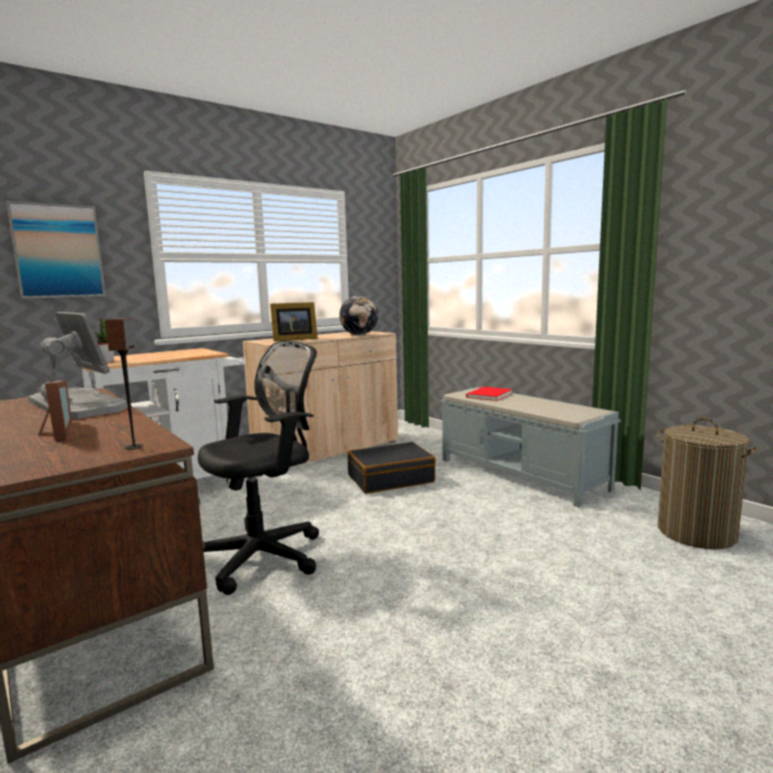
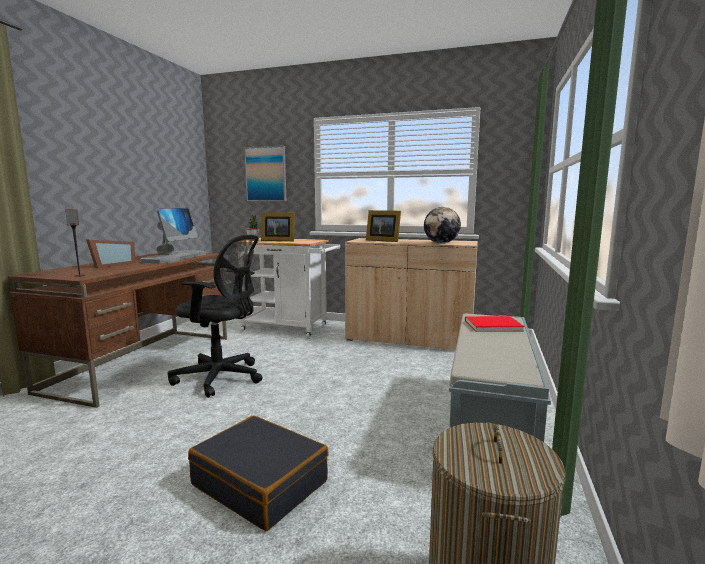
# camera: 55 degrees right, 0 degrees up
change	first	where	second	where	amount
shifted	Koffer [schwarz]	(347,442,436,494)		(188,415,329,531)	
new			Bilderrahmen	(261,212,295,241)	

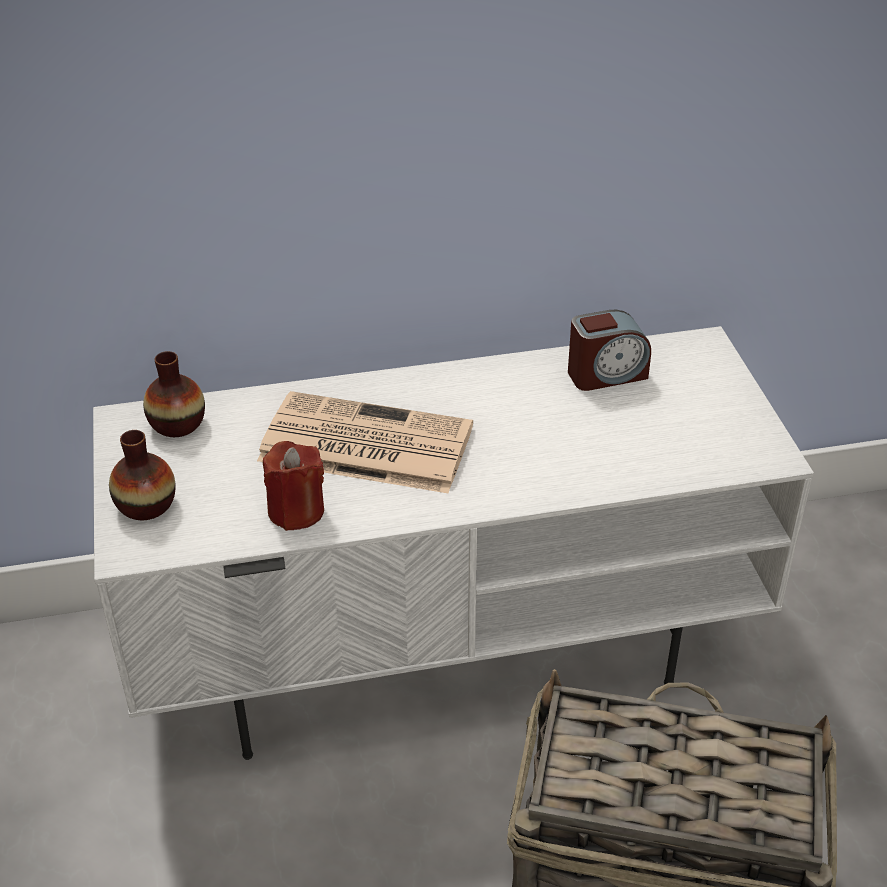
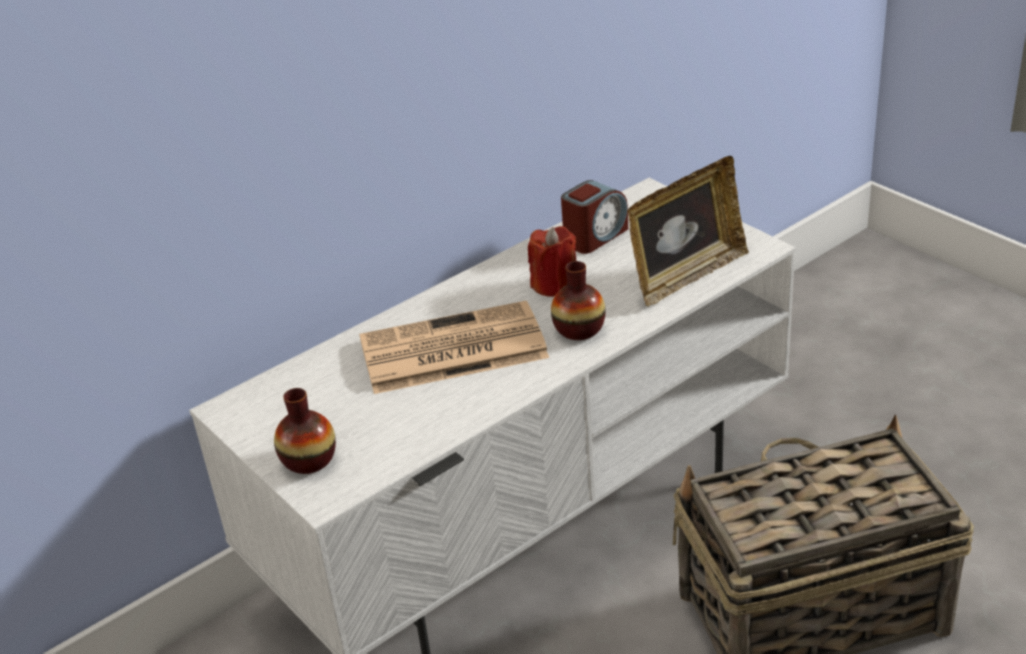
# camera: 25 degrees left, 5 degrees down
change	first	where	second	where	amount
shifted	Vase	(143,351,205,437)		(551,261,606,340)	
shifted	Kerze [rot]	(263,441,324,531)		(528,226,576,297)	
new			Bilderrahmen	(627,156,749,307)	

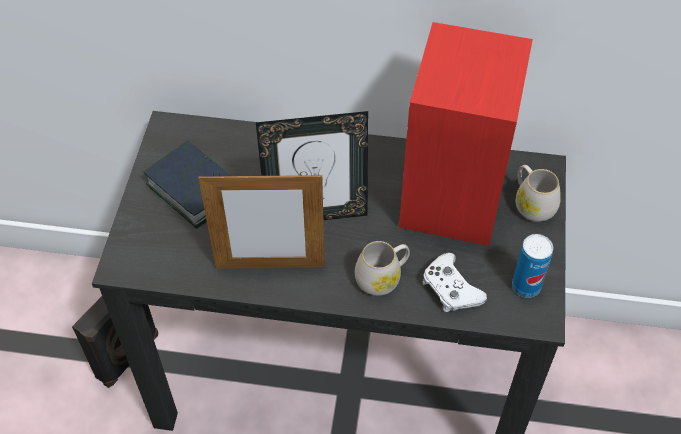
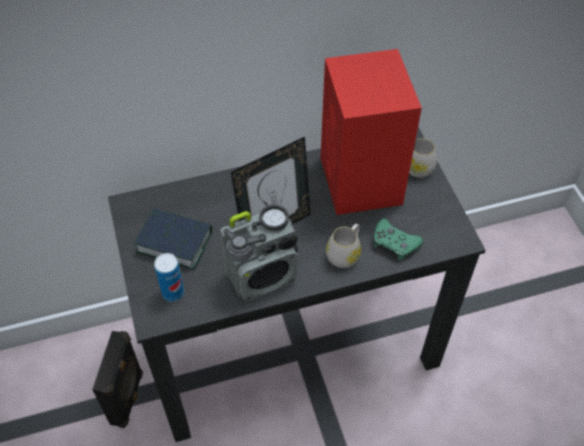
# camera: 25 degrees left, 0 degrees up
change	first	where	second	where	amount
swapped	Bilderrahmen	(198,171,325,268)	Radio	(220,204,298,301)	
repainted	Gamepad [weiß]	(422,253,487,312)	Gamepad [grün]	(374,218,424,260)	
shifted	Dose	(512,234,553,298)		(154,253,184,302)	

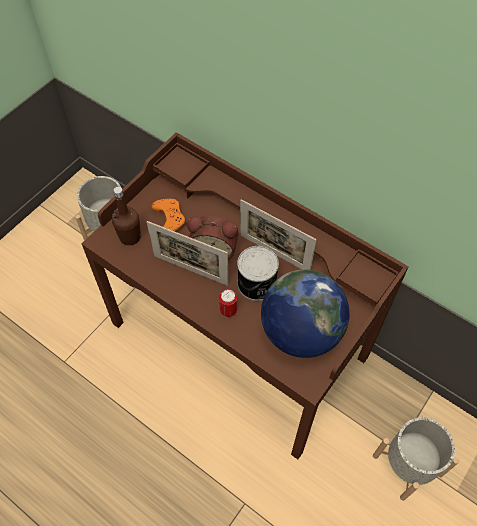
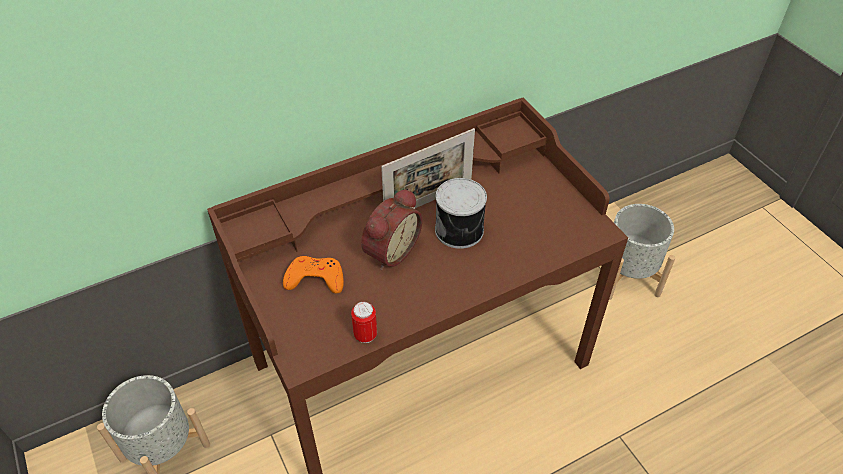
# camera: 65 degrees left, 10 degrees down
change	first	where	second	where	amount
gone	Flasche [braun]	(112,187,141,245)			
gone	Bilderrahmen	(147,221,229,286)			
shifted	Dose	(219,289,237,317)		(351,302,377,343)	
gone	Globus	(261,269,350,358)			

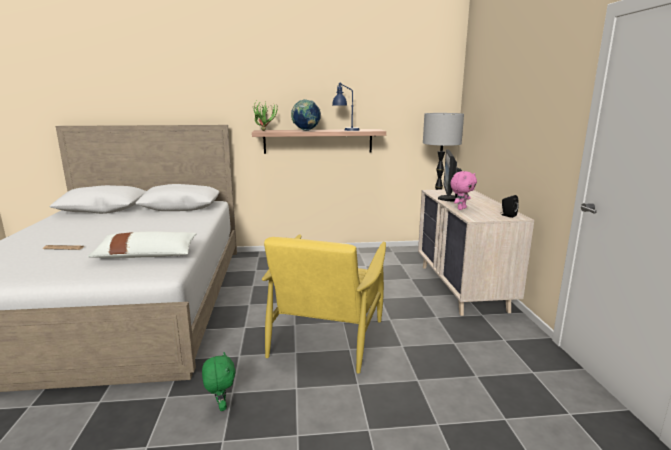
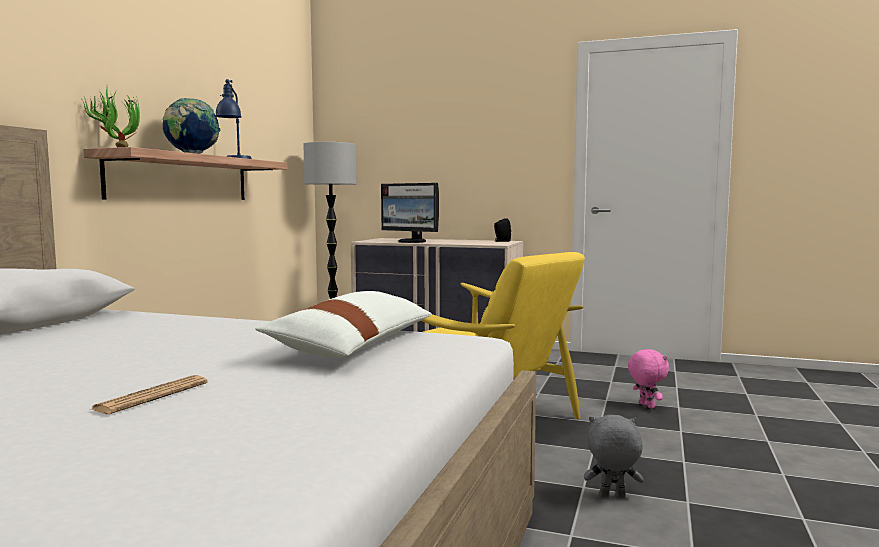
# camera: 65 degrees left, 10 degrees down
change	first	where	second	where	amount
repainted	Plüschtier [grün]	(202,352,235,411)	Plüschtier [grau]	(584,415,644,498)	
shifted	Plüschtier [rosa]	(450,171,477,210)		(628,349,669,408)	

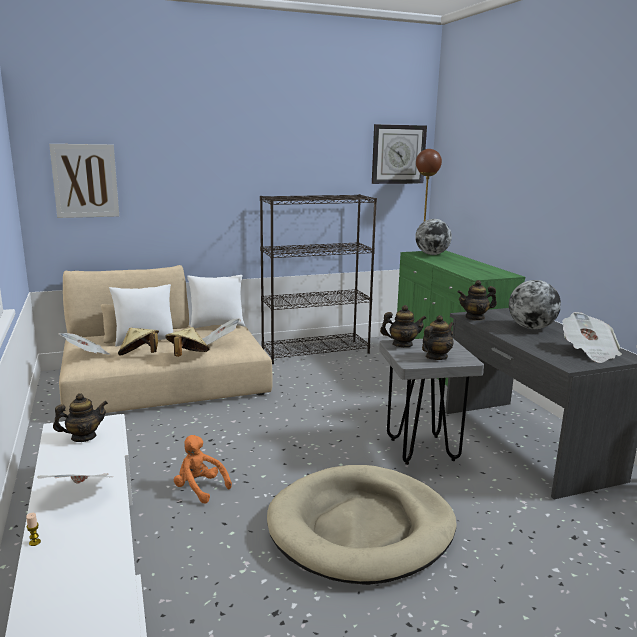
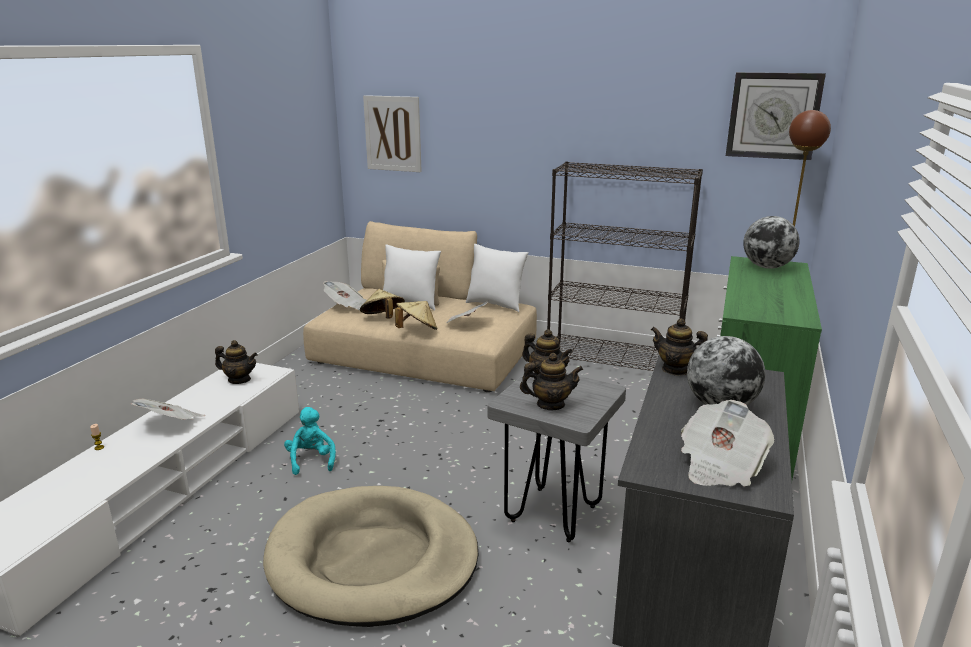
# camera: 40 degrees right, 5 degrees up
change	first	where	second	where	amount
repainted	Plüschtier [orange]	(174,435,232,503)	Plüschtier [türkis]	(284,407,336,475)	

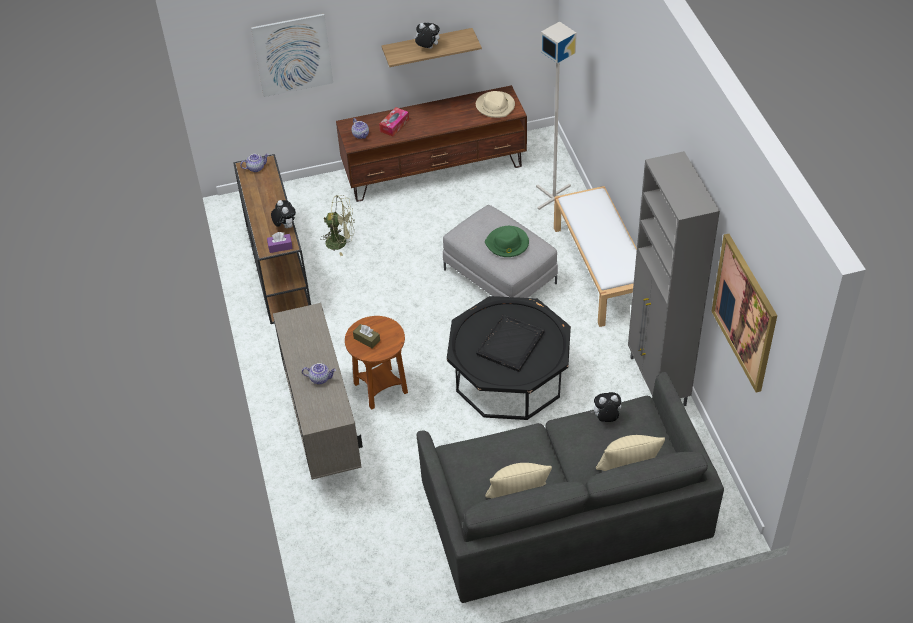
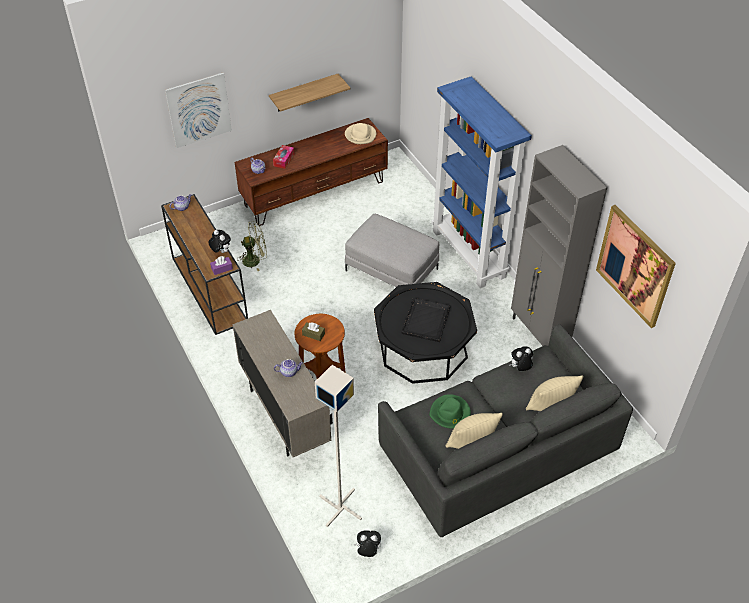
# camera: 15 degrees left, 0 degrees up
change	first	where	second	where	amount
shifted	Plüschtier	(414,23,440,49)		(354,530,381,557)	
shifted	Hut [grün]	(485,226,529,257)		(429,394,471,429)	
shifted	Stehlampe [grau]	(536,21,577,210)		(315,365,362,527)	
swapped	Bank [weiß]	(554,186,637,327)	Bücherregal [blau]	(431,76,532,288)	

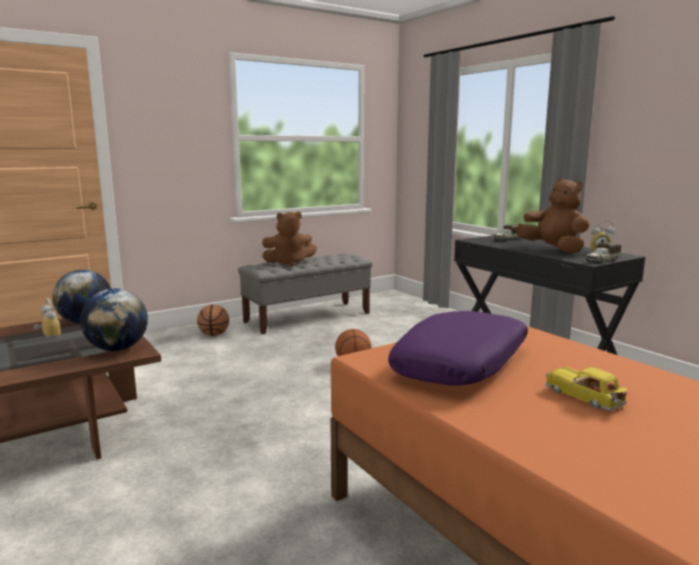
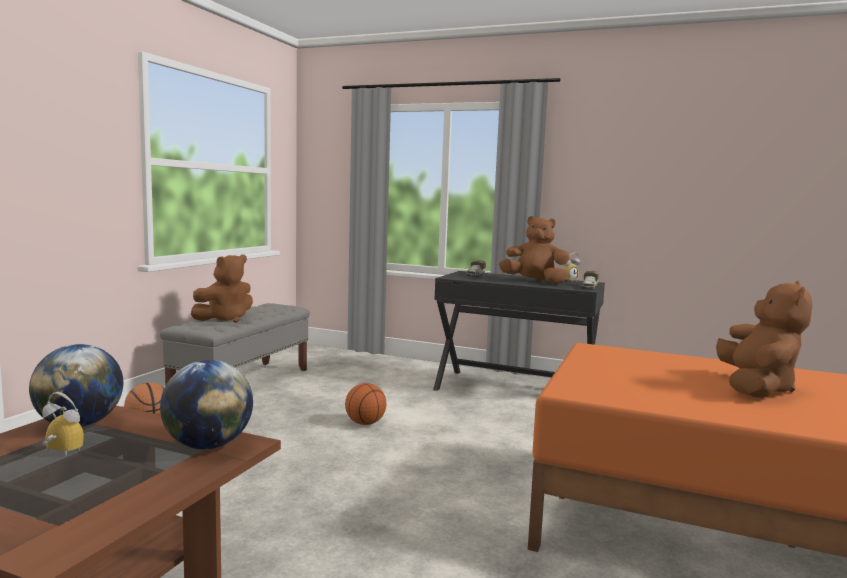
# camera: 35 degrees left, 5 degrees down
change	first	where	second	where	amount
gone	Kissen [lila]	(388,311,528,385)			
swapped	Spielzeugauto	(545,367,628,411)	Plüschtier [braun]	(716,281,812,398)	

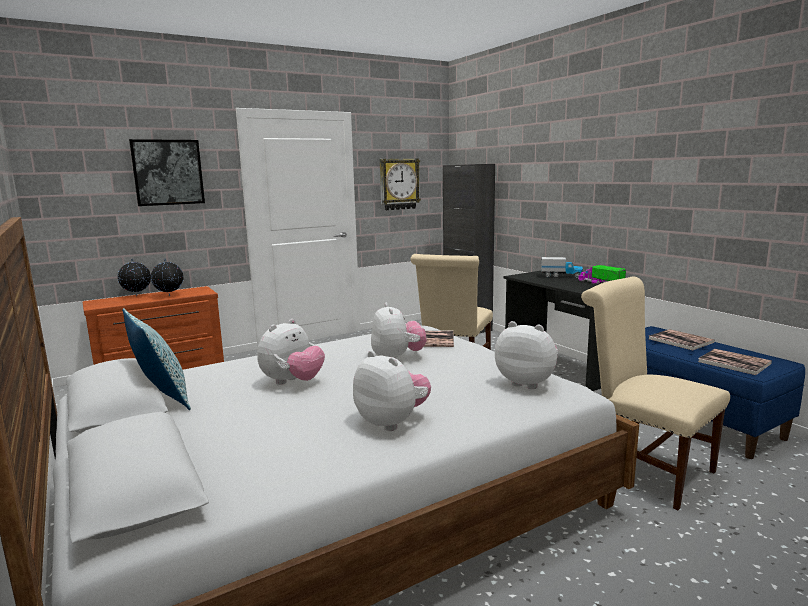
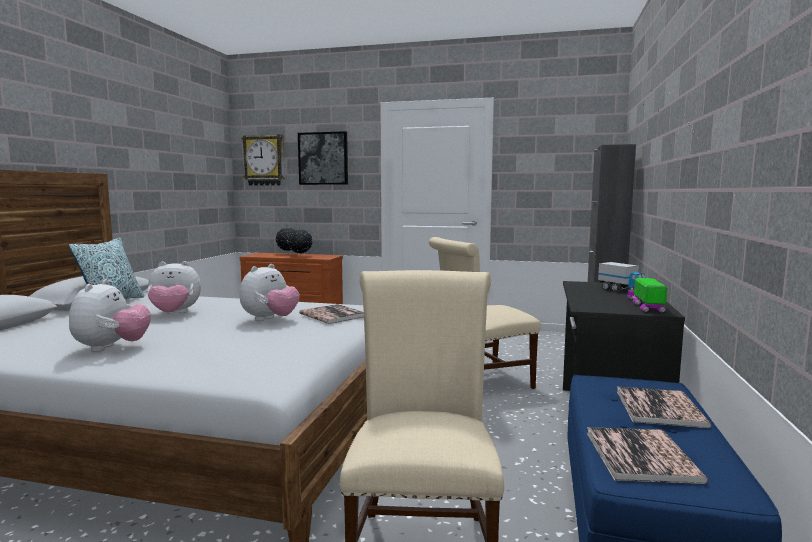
# camera: 45 degrees right, 5 degrees down
change	first	where	second	where	amount
shifted	Wanduhr	(380,158,421,210)		(241,134,285,186)	
gone	Plüschtier	(495,321,558,389)			

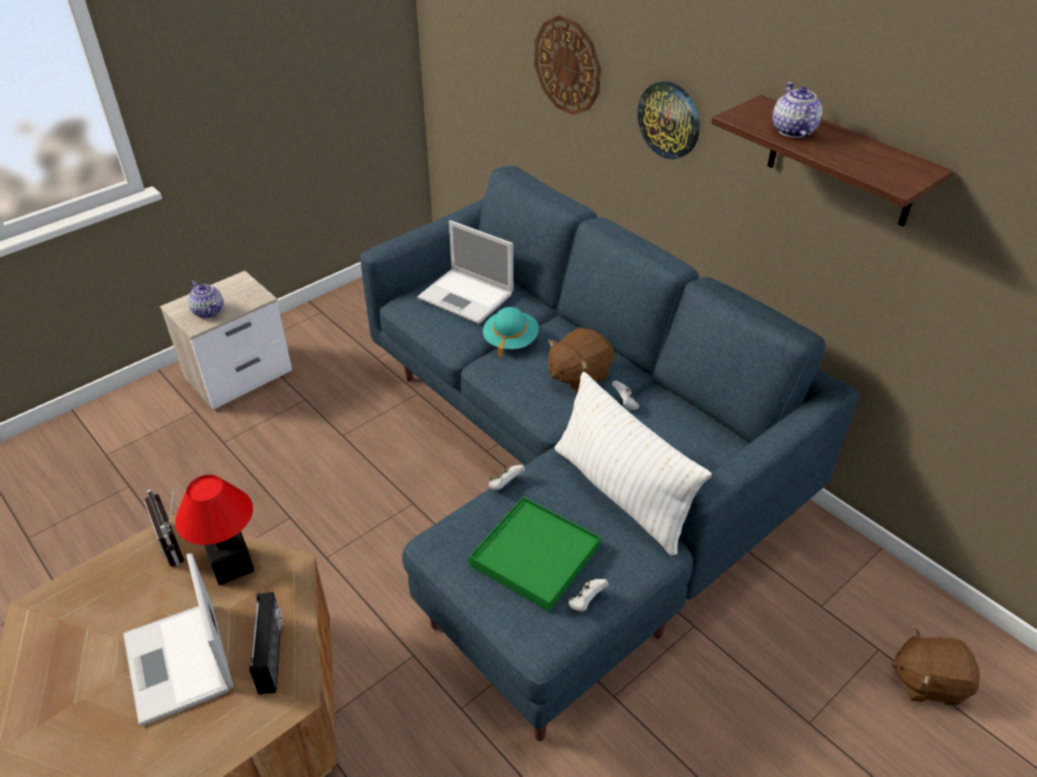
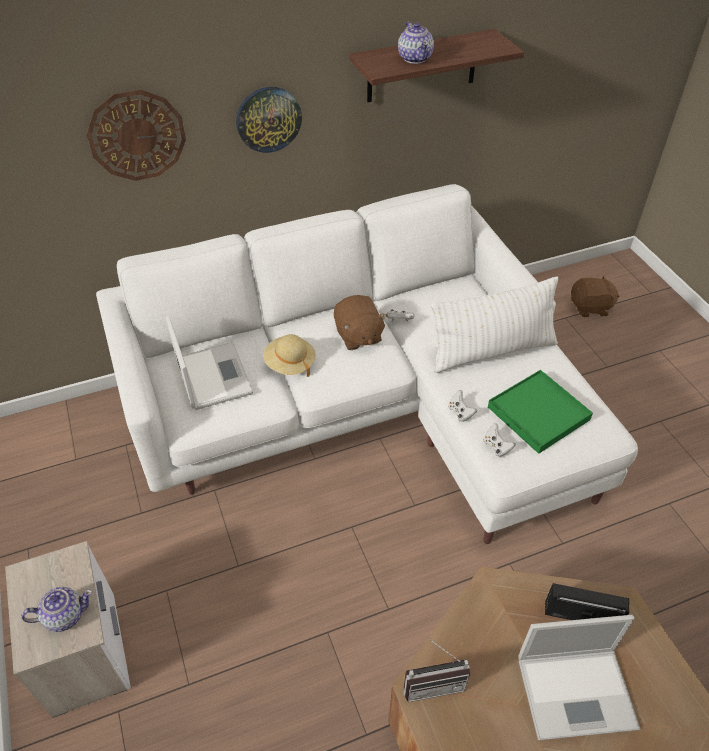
# camera: 70 degrees left, 5 degrees up
change	first	where	second	where	amount
gone	Tischlampe	(175,475,254,585)			
repainted	Sofa [blau]	(360,166,860,741)	Sofa [weiß]	(96,184,638,544)	
rotated	Laptop	(417,220,513,324)		(166,315,253,410)	75 degrees counterclockwise
repainted	Hut [türkis]	(483,307,539,358)	Hut [beige]	(263,334,316,377)	
shifted	Gamepad [weiß]	(569,579,609,611)		(484,423,515,457)	
rotated	Teekanne	(772,82,823,138)		(398,22,434,64)	120 degrees counterclockwise
rotated	Plüschtier [braun]	(891,628,980,706)		(571,275,619,317)	120 degrees counterclockwise

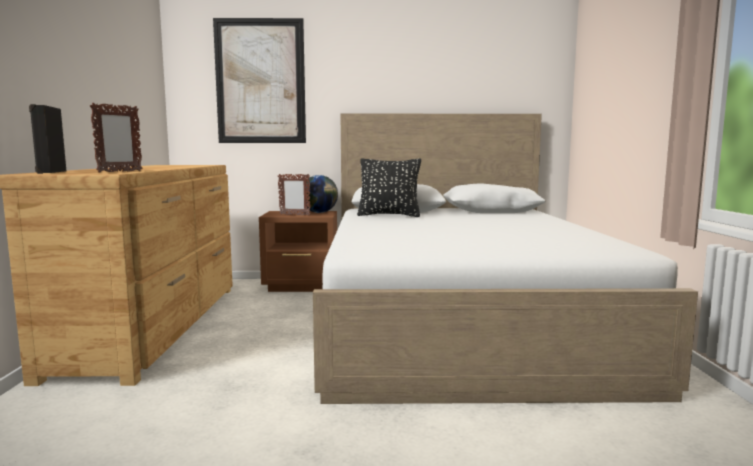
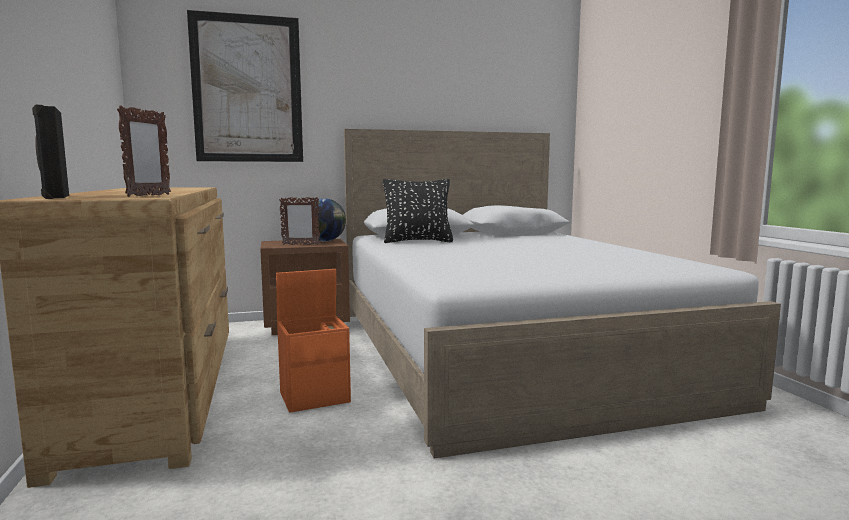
# camera: 15 degrees left, 0 degrees up
change	first	where	second	where	amount
new			Aufbewahrungsbox [orange]	(276,269,351,413)	

